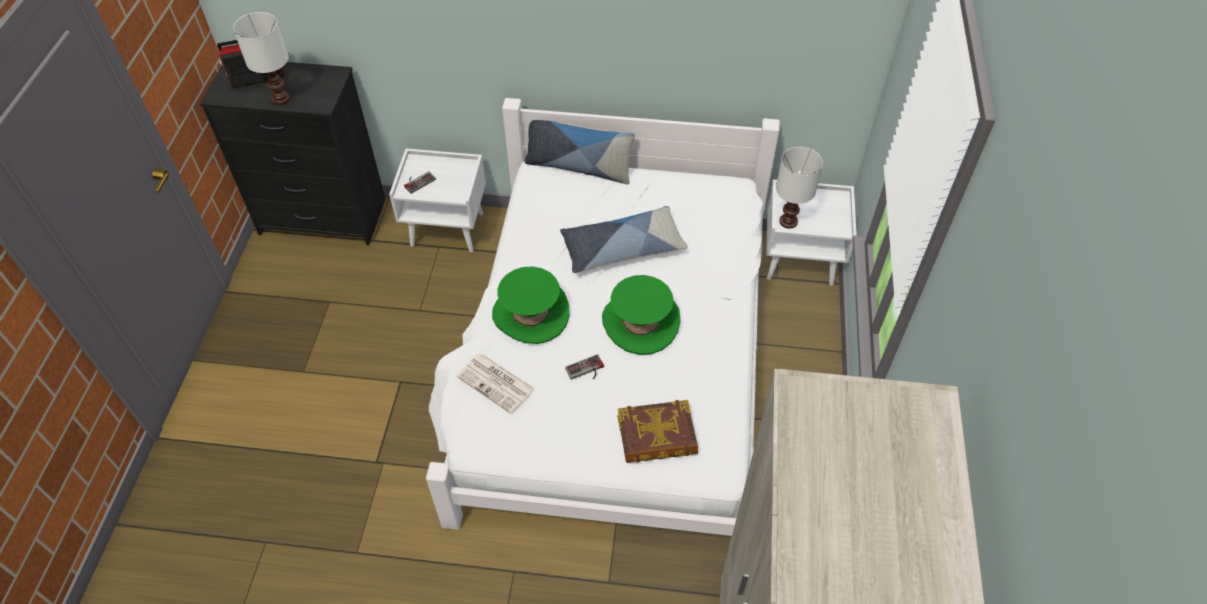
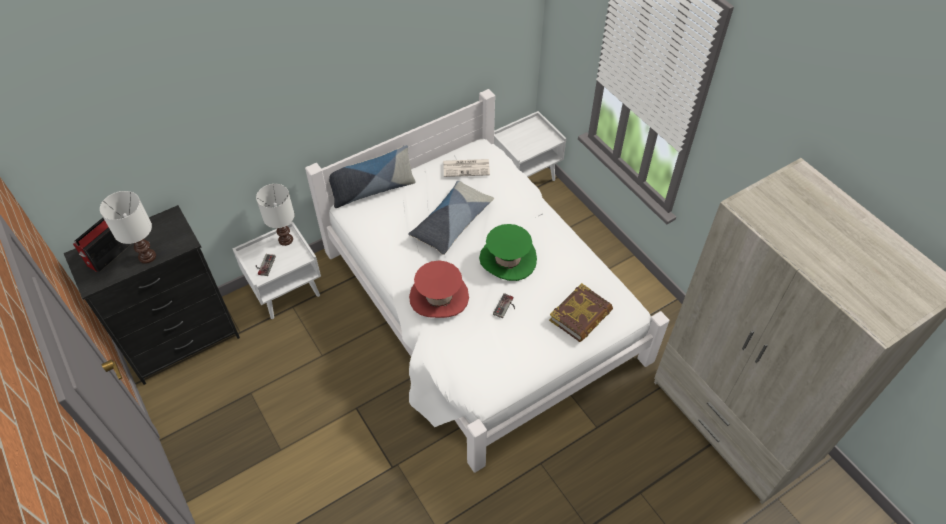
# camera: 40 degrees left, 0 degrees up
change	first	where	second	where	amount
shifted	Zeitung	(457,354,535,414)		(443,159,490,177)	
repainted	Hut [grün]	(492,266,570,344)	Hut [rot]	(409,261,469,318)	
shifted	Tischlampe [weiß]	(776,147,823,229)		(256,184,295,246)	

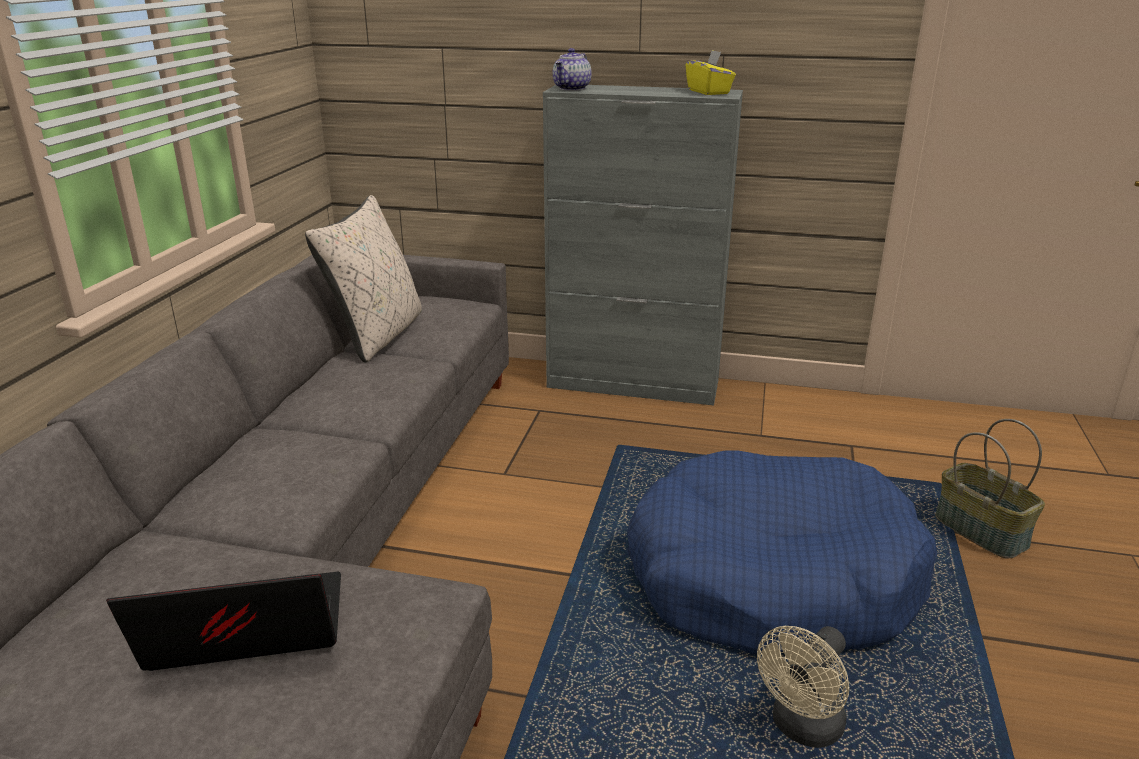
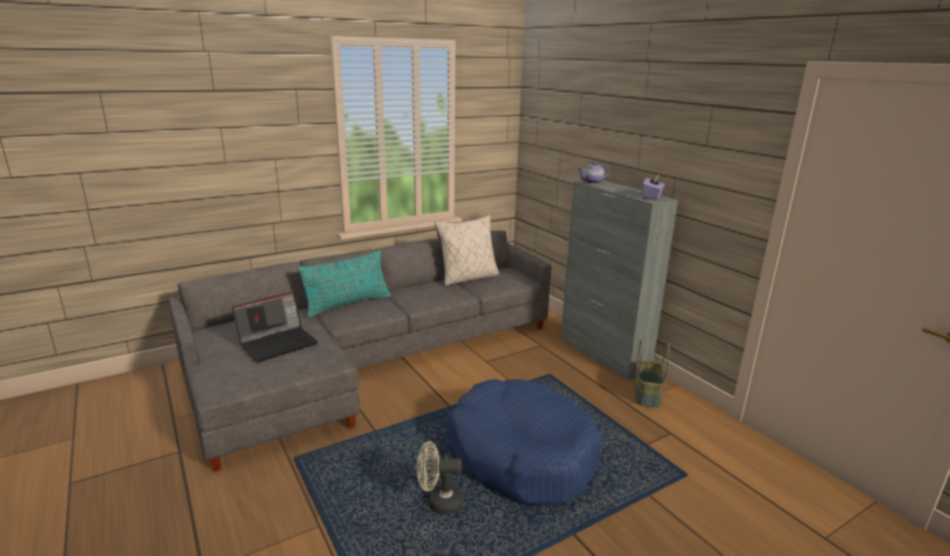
# camera: 45 degrees right, 5 degrees down
change	first	where	second	where	amount
rotated	Laptop	(106,572,341,671)		(232,291,318,362)	105 degrees clockwise
repainted	Taschentuchbox [gelb]	(686,50,736,95)	Taschentuchbox [lila]	(642,175,665,200)	
shifted	Korb	(935,419,1045,559)		(635,339,670,408)	
new			Kissen [türkis]	(297,250,390,318)	

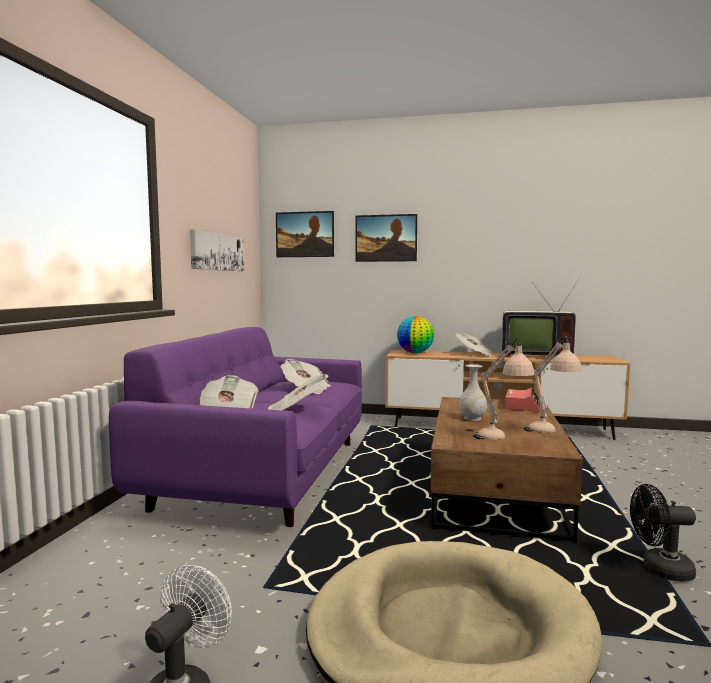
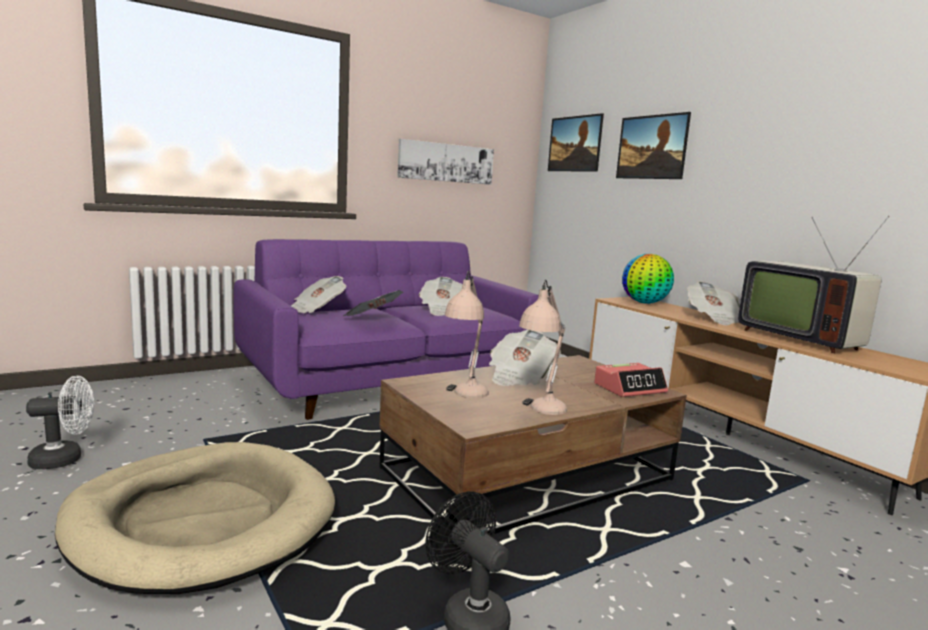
# camera: 45 degrees right, 5 degrees up
change	first	where	second	where	amount
swapped	Vase [weiß]	(459,364,487,421)	Zeitung	(489,330,561,386)	

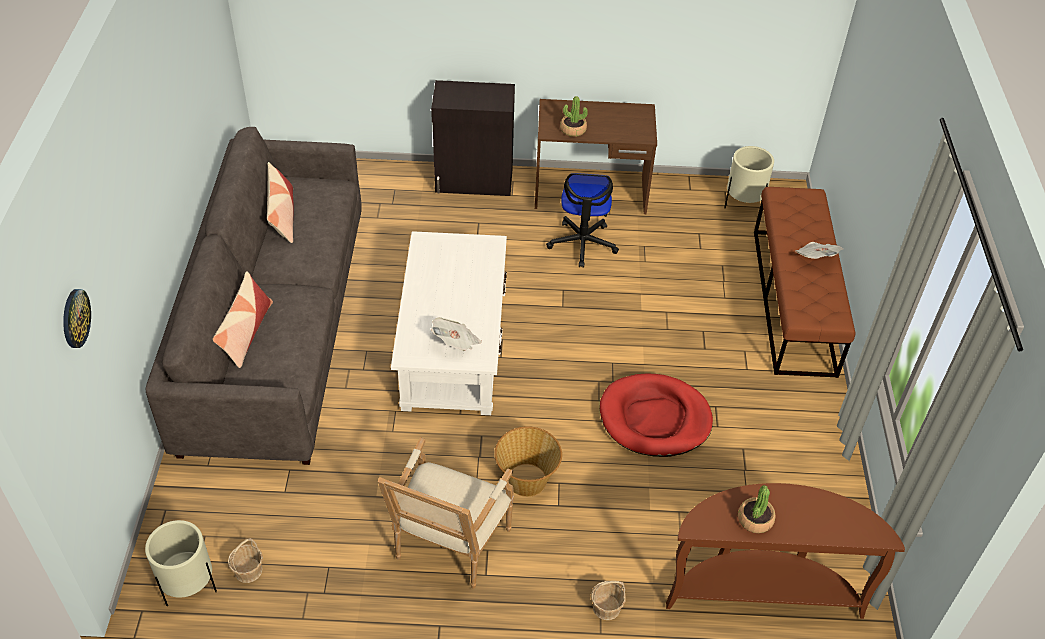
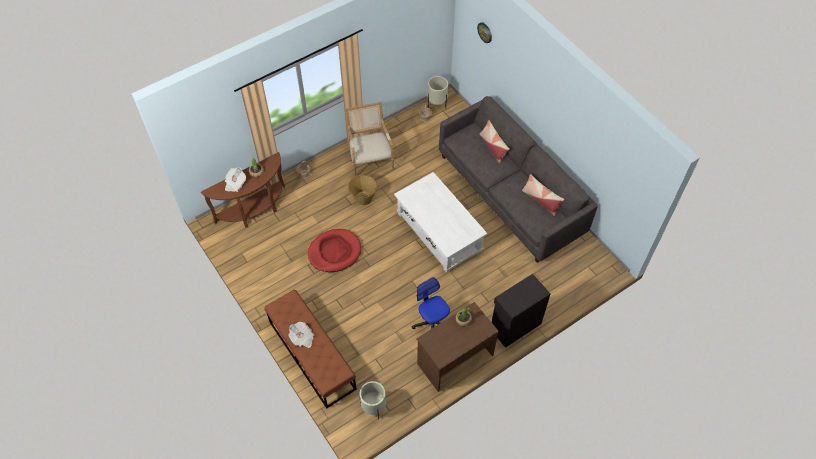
# camera: 145 degrees right, 10 degrees up
change	first	where	second	where	amount
shifted	Zeitung	(430,317,482,351)		(225,167,246,192)	

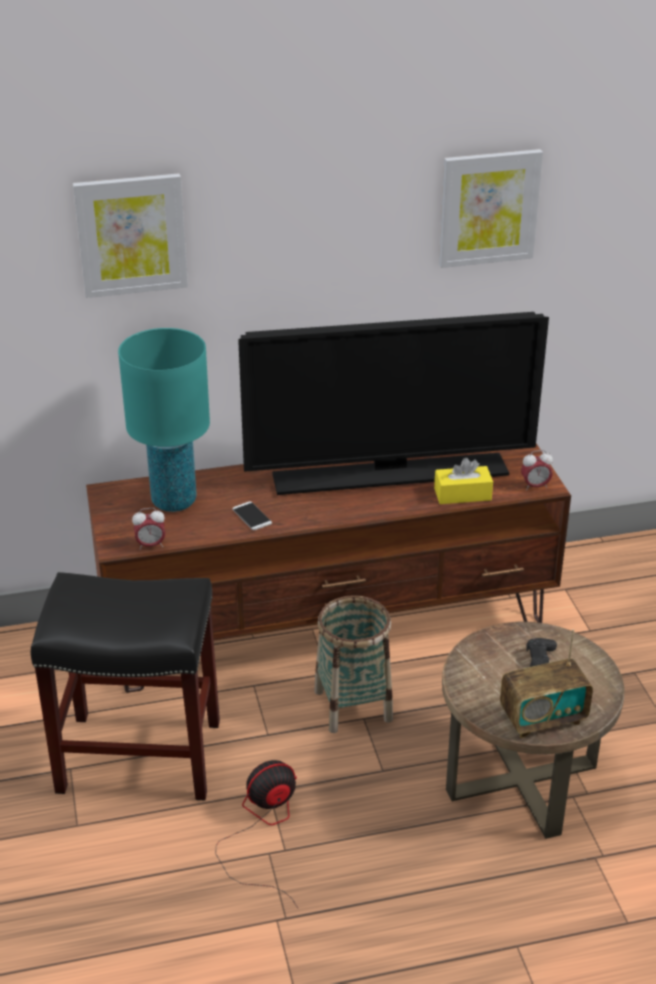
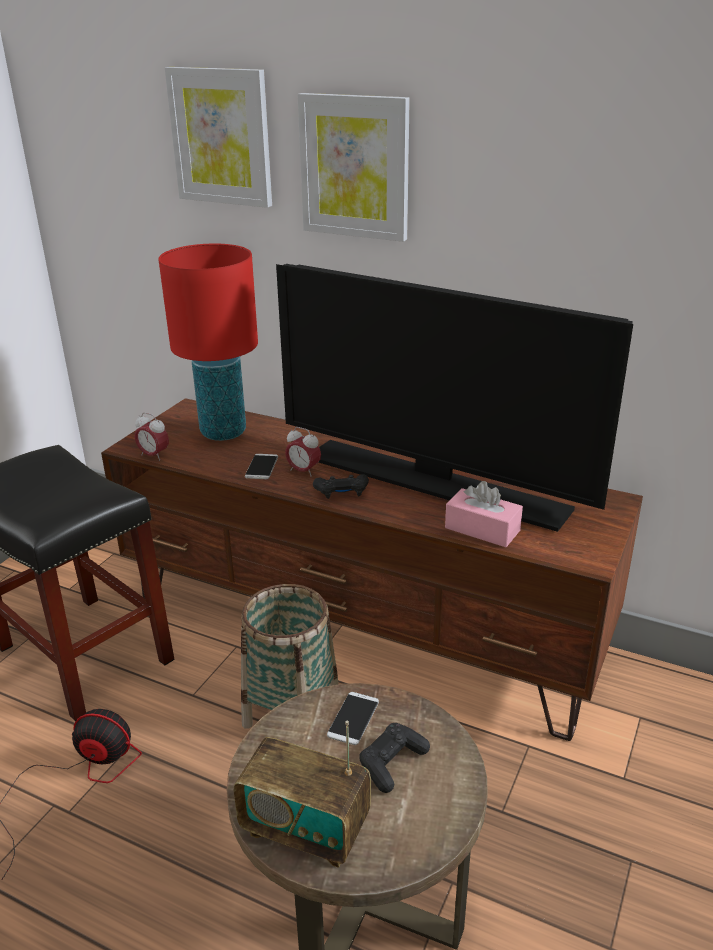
# camera: 40 degrees right, 5 degrees down
change	first	where	second	where	amount
repainted	Tischlampe [türkis]	(118,328,210,512)	Tischlampe [rot]	(158,244,258,441)	
repainted	Taschentuchbox [gelb]	(434,458,493,504)	Taschentuchbox [rosa]	(445,481,523,547)	
shifted	Bild	(439,149,543,268)		(298,93,410,242)	
shifted	Wecker	(521,450,553,490)		(285,427,321,477)	
new			Gamepad [schwarz]	(313,474,369,499)	
new			Handy	(327,692,379,745)	

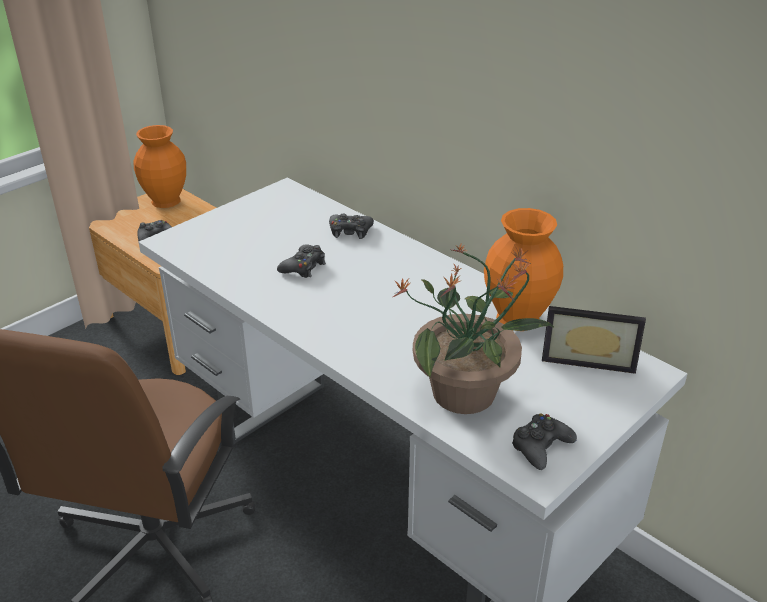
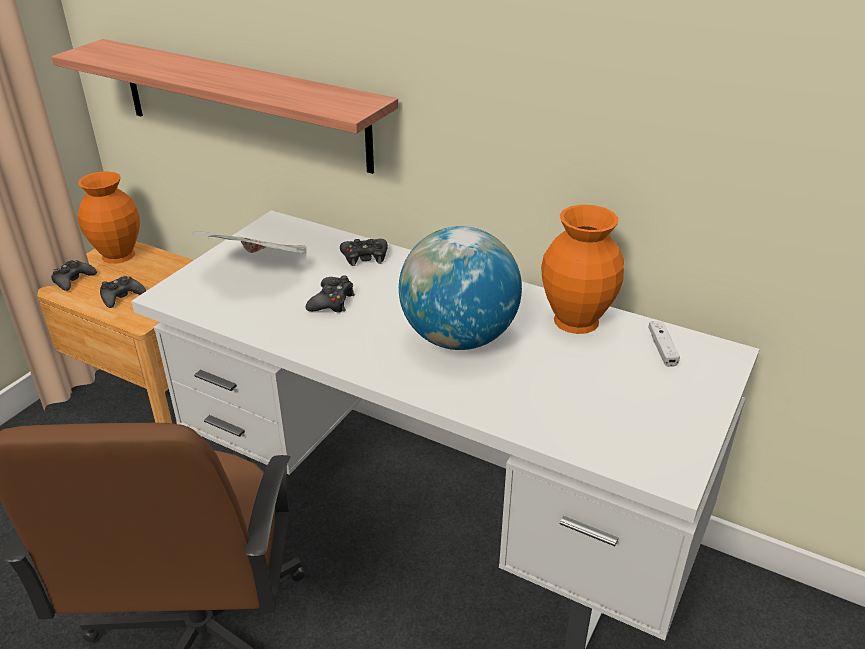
# camera: 15 degrees left, 0 degrees up
change	first	where	second	where	amount
gone	Topfpflanze	(393,242,555,414)			
shifted	Gamepad [schwarz]	(512,413,577,470)		(51,260,97,291)	
swapped	Bilderrahmen	(542,306,646,374)	Gamepad [weiß]	(648,321,680,367)	
new			Wandregal	(51,39,398,174)	
new			Zeitung	(191,231,306,254)	
new			Globus	(399,226,522,350)	

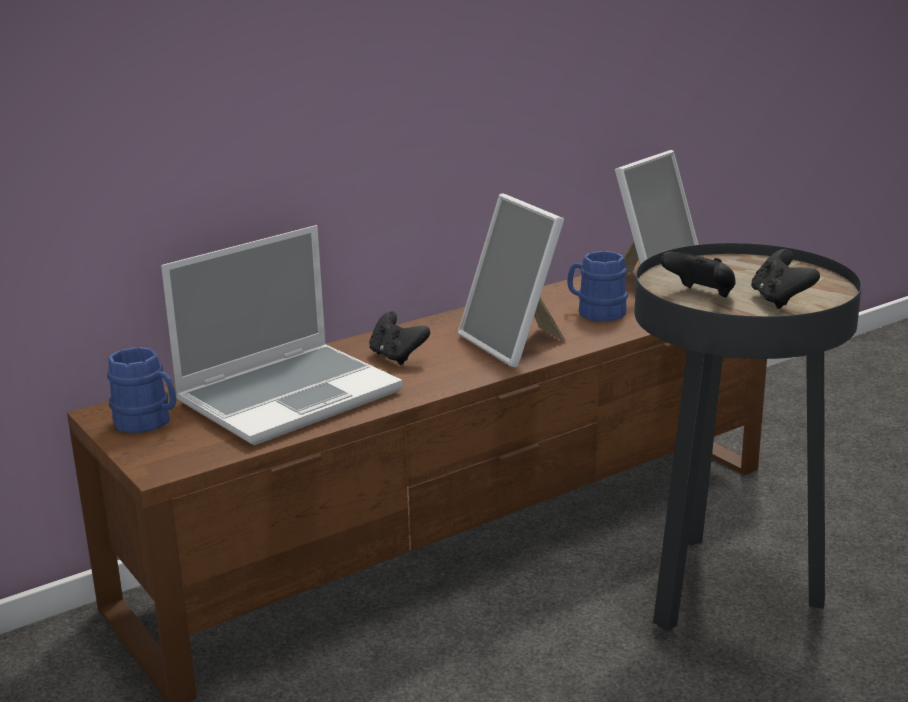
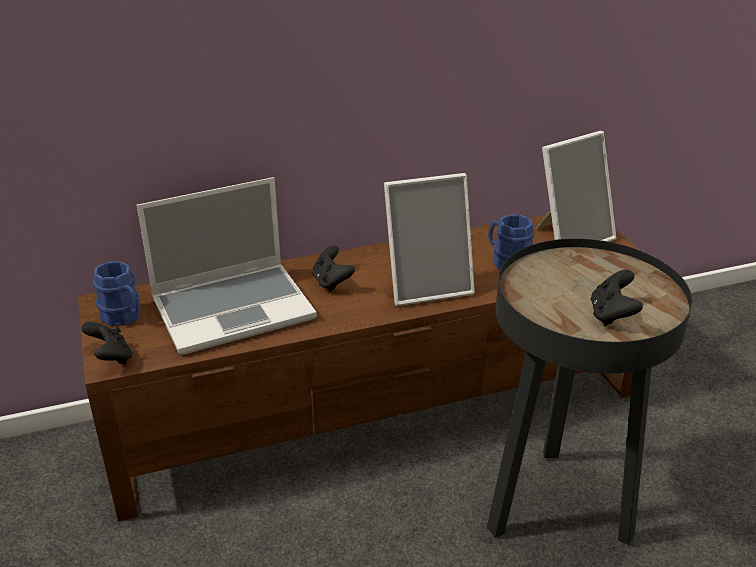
# camera: 15 degrees right, 10 degrees up
change	first	where	second	where	amount
rotated	Bilderrahmen	(458,194,566,367)		(384,173,475,306)	90 degrees counterclockwise
shifted	Gamepad [schwarz]	(660,252,736,297)		(81,322,132,365)	

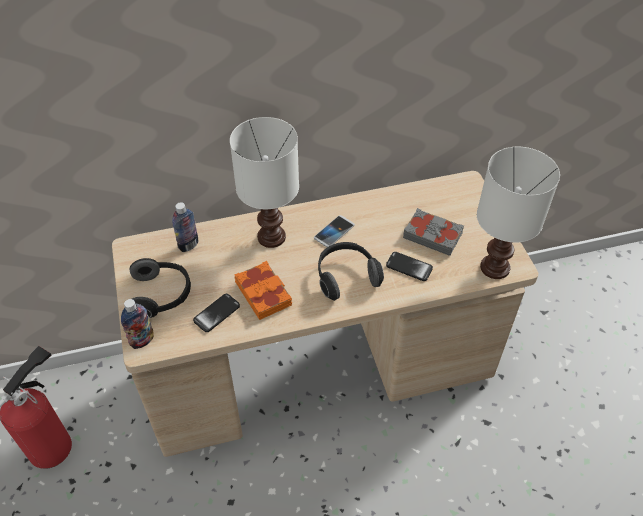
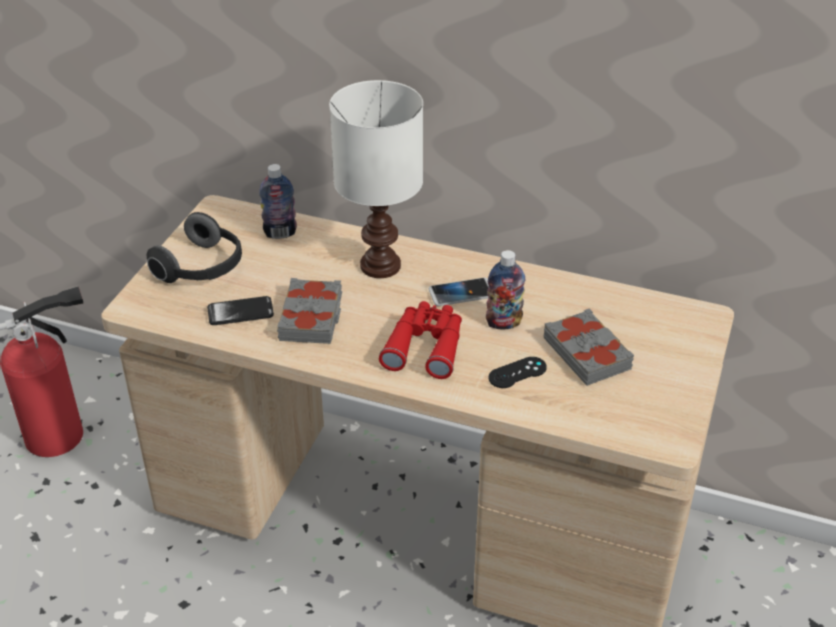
# camera: 35 degrees right, 10 degrees down
change	first	where	second	where	amount
shifted	Flasche	(121,299,154,349)		(486,250,526,329)	
repainted	Buch [orange]	(234,261,292,320)	Buch [grau]	(277,278,342,344)	
swapped	Kopfhörer	(318,242,384,301)	Fernglas [rot]	(379,301,462,379)	
swapped	Handy	(386,252,433,281)	Gamepad [schwarz]	(489,357,547,388)	
gone	Tischlampe [weiß]	(477,147,560,279)			

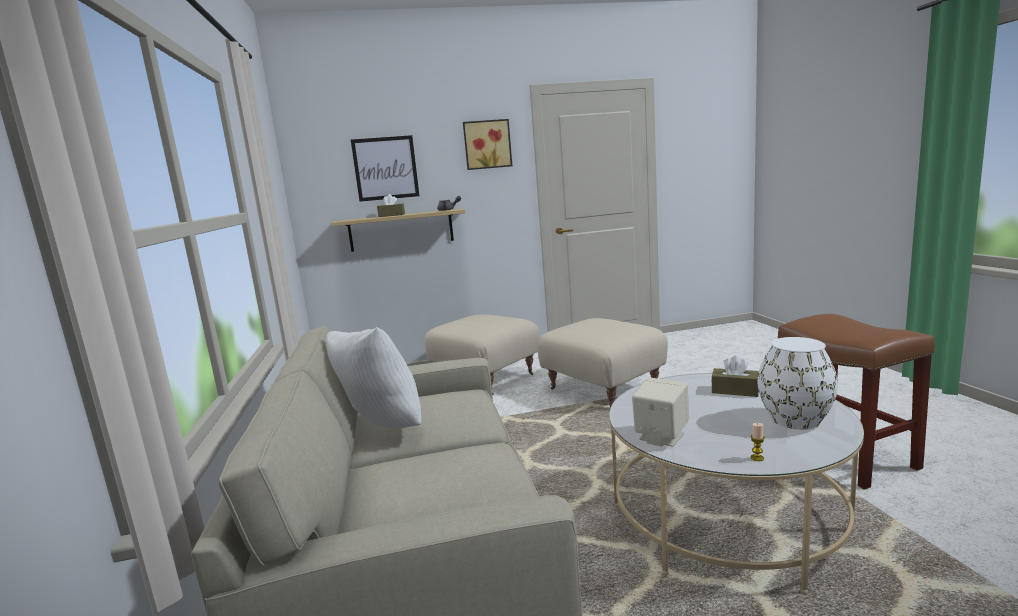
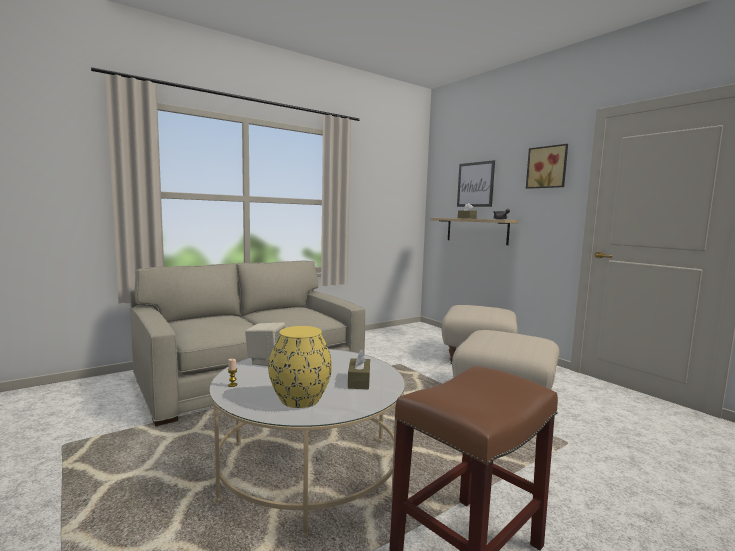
# camera: 65 degrees right, 5 degrees down
change	first	where	second	where	amount
gone	Kissen [weiß]	(326,327,421,428)			
repainted	Vase [weiß]	(757,337,838,430)	Vase [gelb]	(268,326,332,408)	

